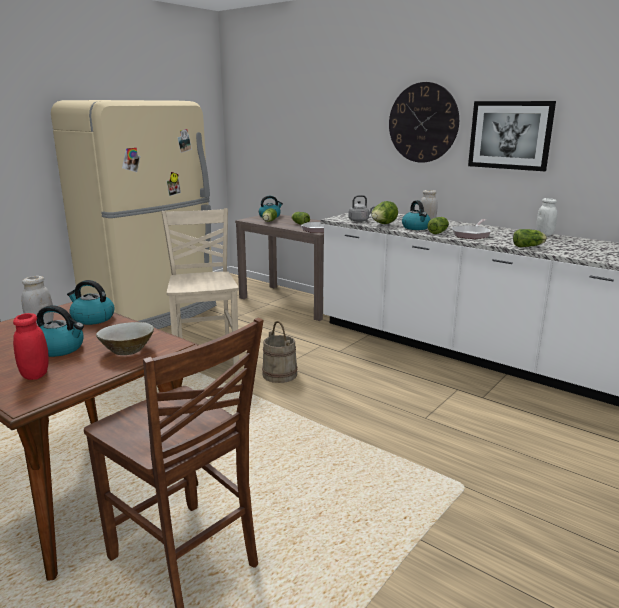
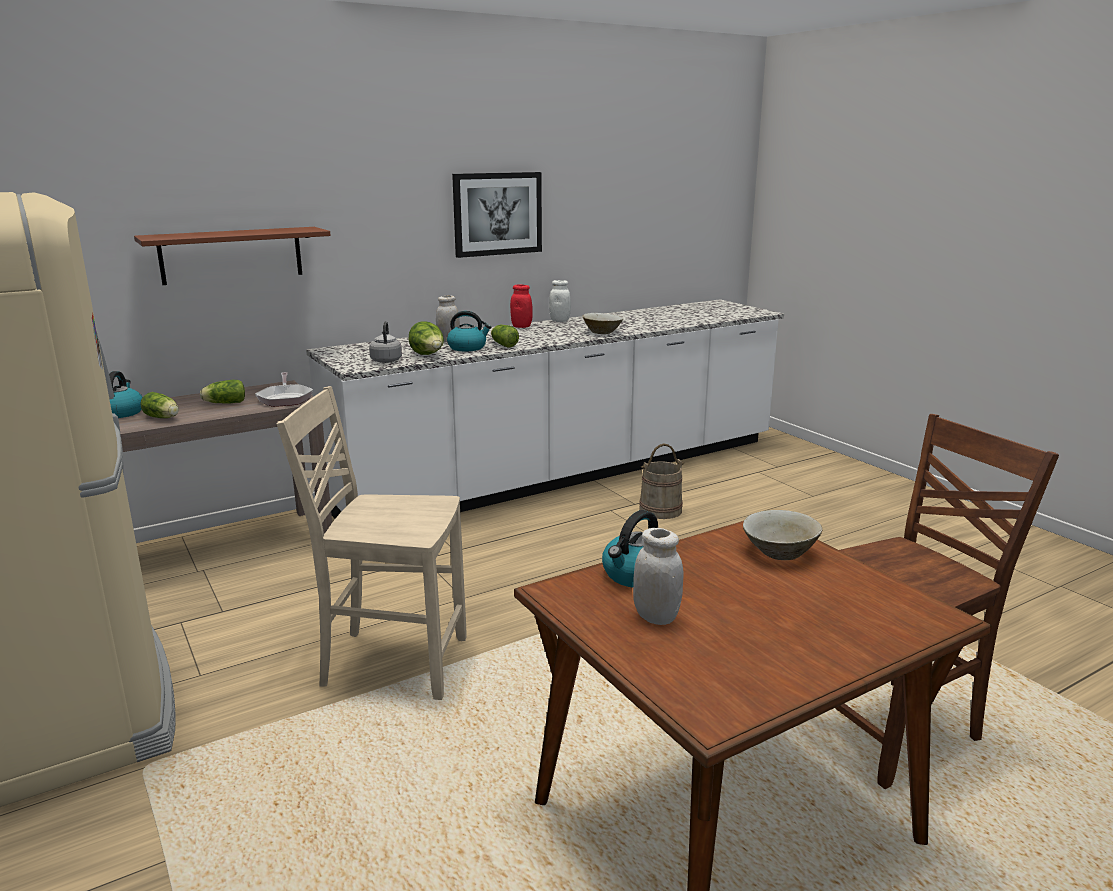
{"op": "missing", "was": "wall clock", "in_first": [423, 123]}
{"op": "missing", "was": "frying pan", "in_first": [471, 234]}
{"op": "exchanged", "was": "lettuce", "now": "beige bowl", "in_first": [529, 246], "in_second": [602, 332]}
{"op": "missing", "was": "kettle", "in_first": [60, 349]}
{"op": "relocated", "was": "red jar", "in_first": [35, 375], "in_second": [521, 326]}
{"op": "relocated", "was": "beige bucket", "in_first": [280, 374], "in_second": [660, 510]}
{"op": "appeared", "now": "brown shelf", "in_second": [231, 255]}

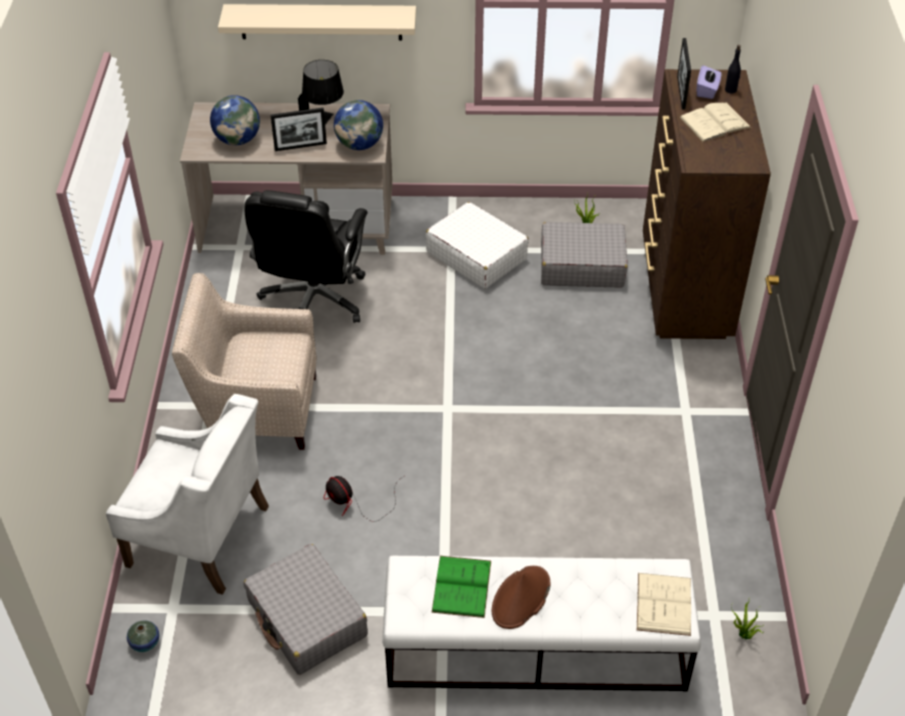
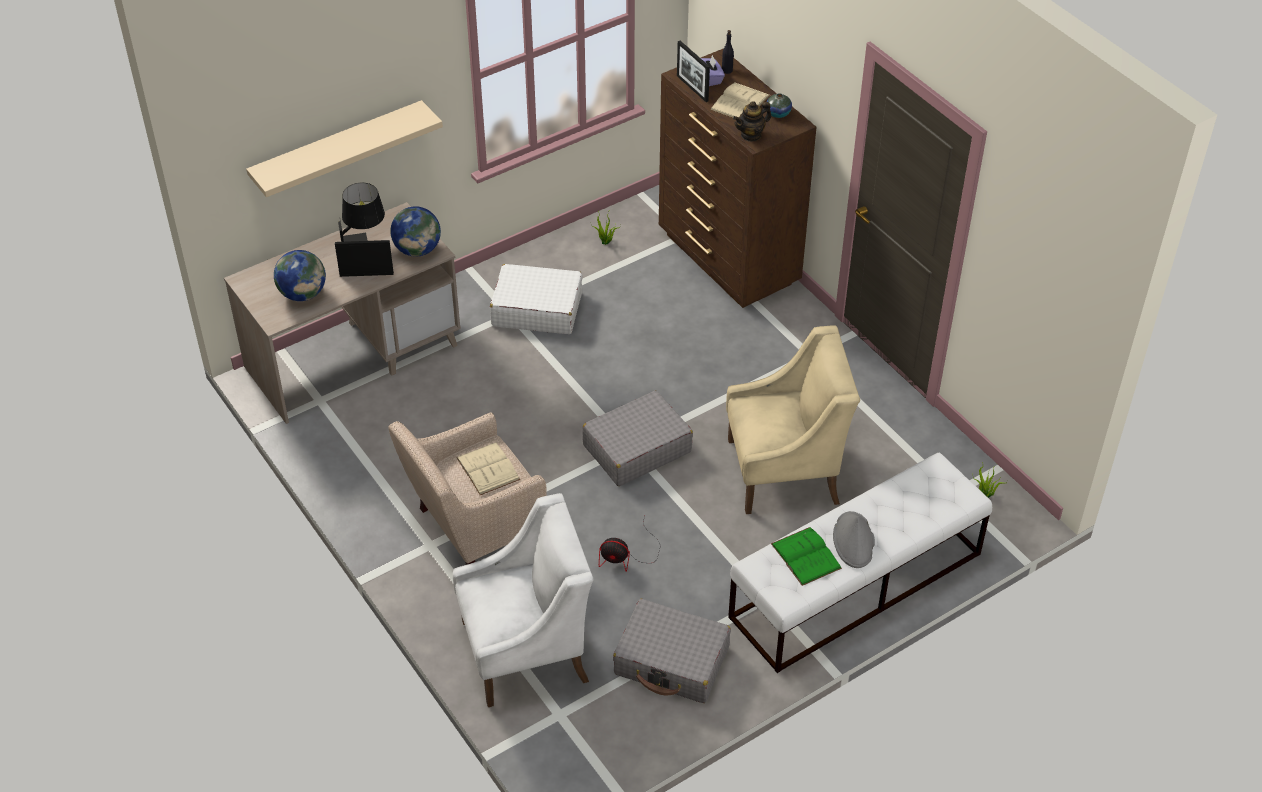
{"op": "spun", "was": "picture frame", "in_first": [300, 146], "in_second": [366, 274], "clockwise": -135}
{"op": "missing", "was": "black office chair", "in_first": [314, 301]}
{"op": "relocated", "was": "grey suitcase", "in_first": [581, 265], "in_second": [636, 448]}
{"op": "colour", "was": "brown hat", "now": "grey hat", "in_first": [520, 598], "in_second": [853, 541]}
{"op": "relocated", "was": "beige book", "in_first": [664, 604], "in_second": [488, 468]}
{"op": "relocated", "was": "vase", "in_first": [145, 642], "in_second": [778, 113]}
{"op": "appeared", "now": "teapot", "in_second": [751, 135]}
{"op": "appeared", "now": "beige armchair", "in_second": [784, 471]}

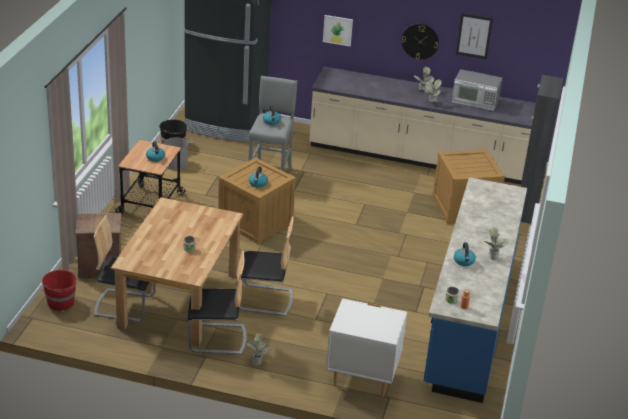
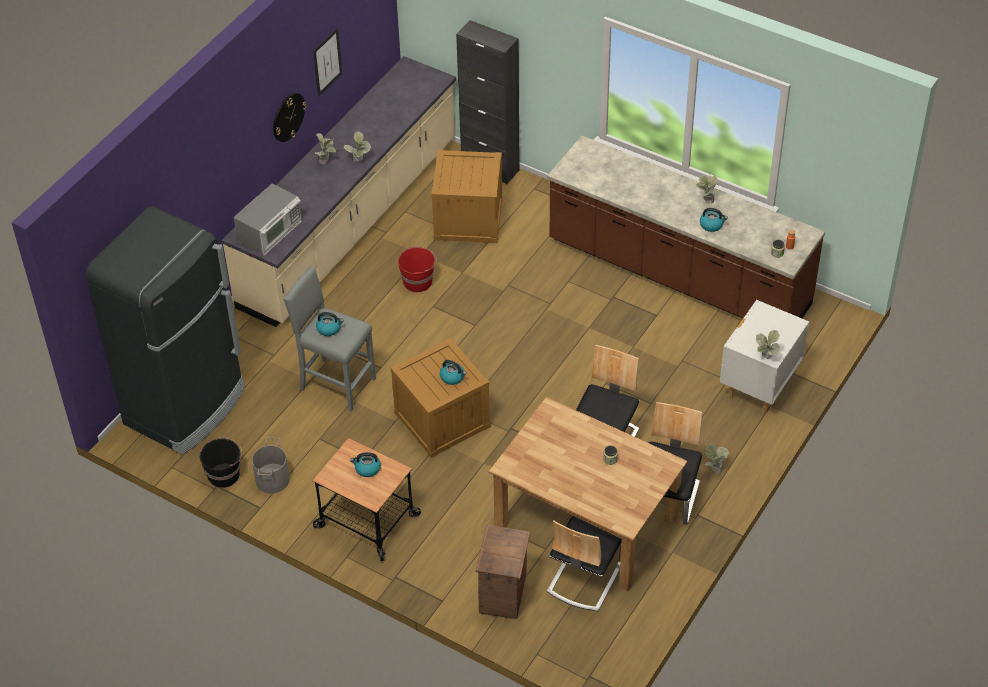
{"op": "missing", "was": "picture", "in_first": [337, 30]}
{"op": "relocated", "was": "microwave", "in_first": [475, 101], "in_second": [271, 231]}
{"op": "colour", "was": "blue counter", "now": "brown counter", "in_first": [469, 318], "in_second": [678, 275]}
{"op": "relocated", "was": "red bucket", "in_first": [61, 302], "in_second": [418, 281]}
{"op": "appeared", "now": "potted plant", "in_second": [765, 358]}

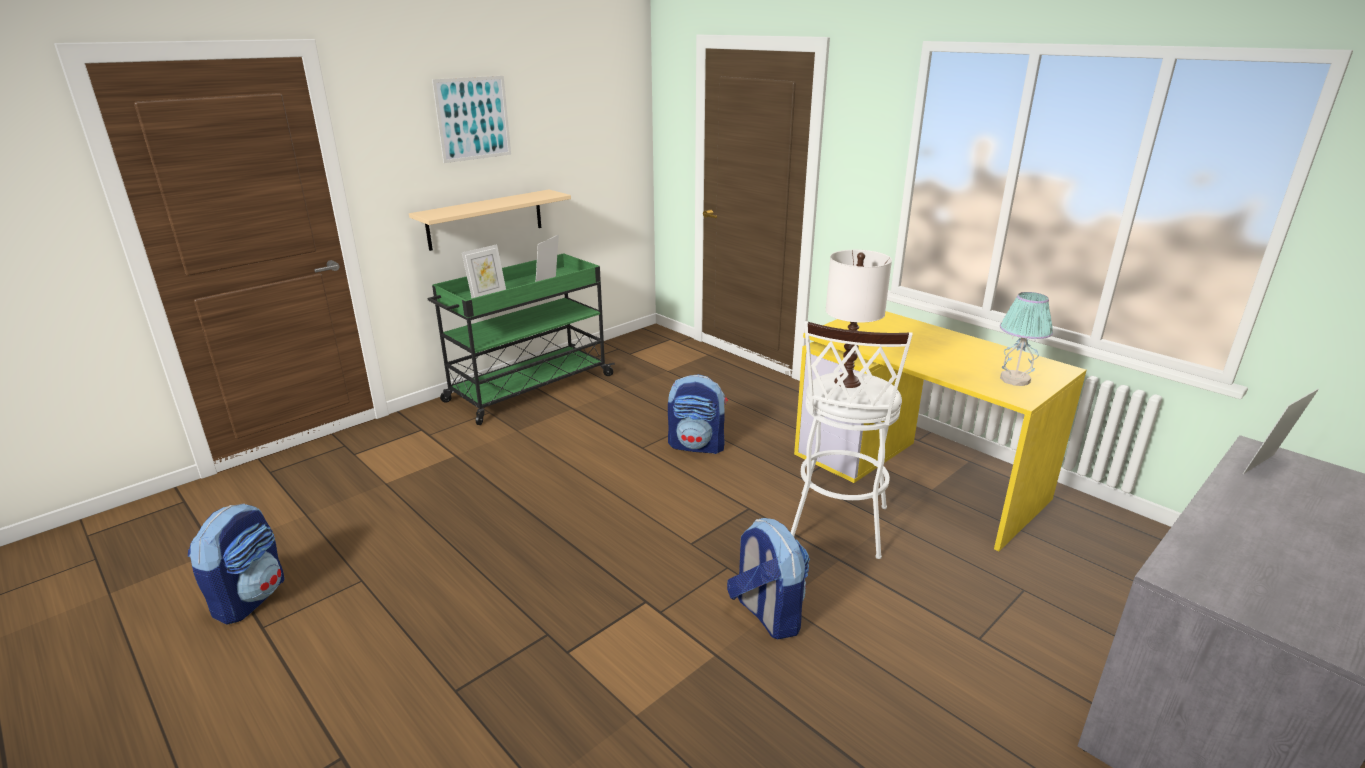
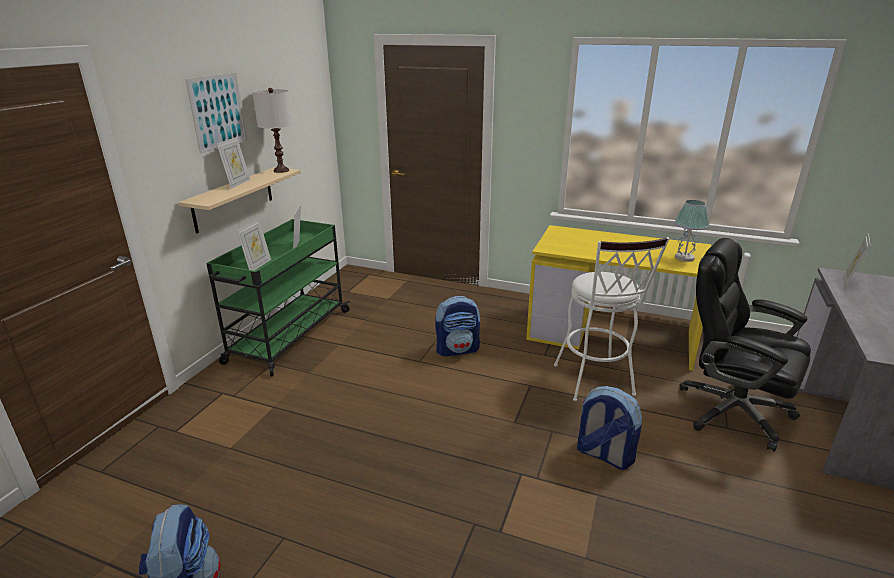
{"op": "relocated", "was": "white table lamp", "in_first": [847, 382], "in_second": [281, 170]}
{"op": "appeared", "now": "picture frame", "in_second": [237, 183]}
{"op": "appeared", "now": "black office chair", "in_second": [731, 411]}

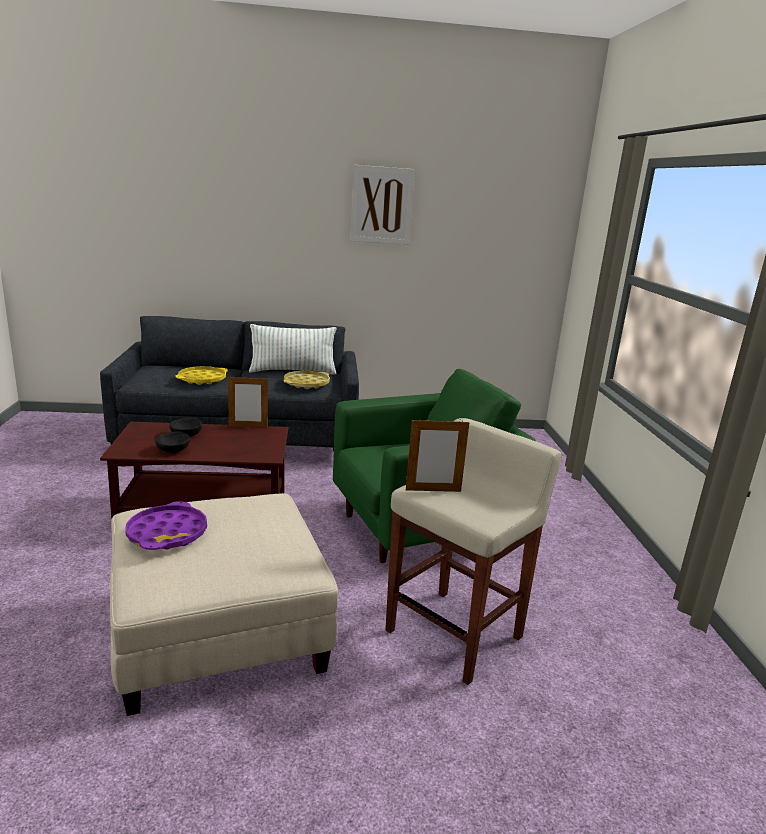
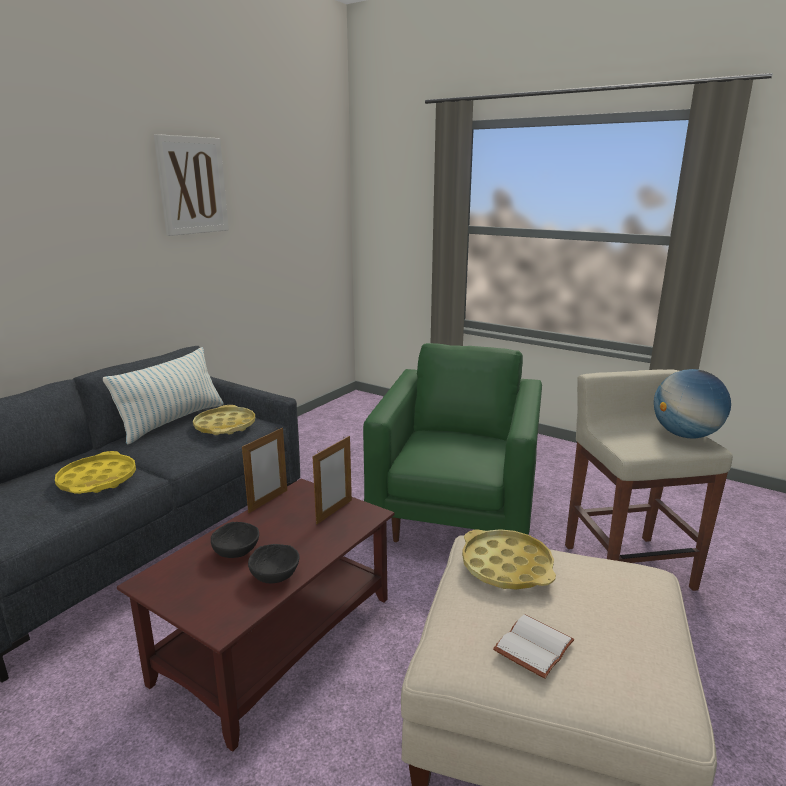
{"op": "relocated", "was": "picture frame", "in_first": [433, 490], "in_second": [334, 511]}
{"op": "exchanged", "was": "purple tray", "now": "white book", "in_first": [167, 533], "in_second": [532, 645]}
{"op": "appeared", "now": "globe", "in_second": [685, 435]}
{"op": "appeared", "now": "yellow tray", "in_second": [506, 566]}

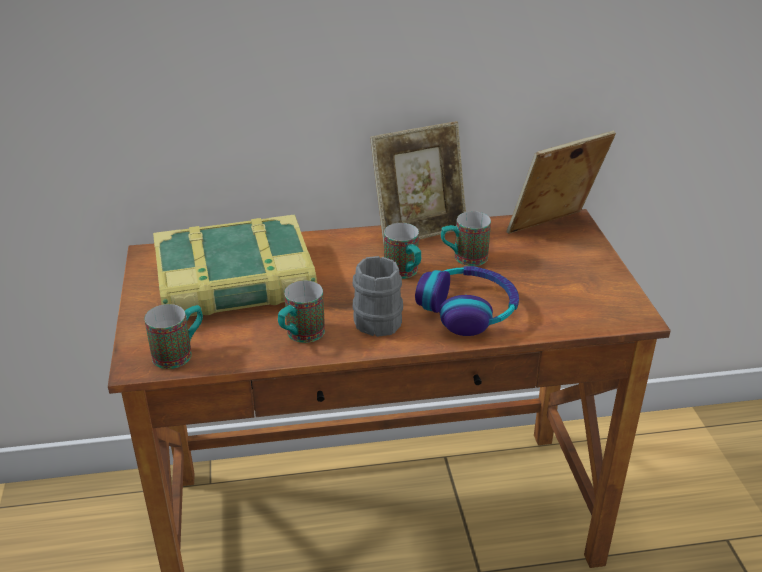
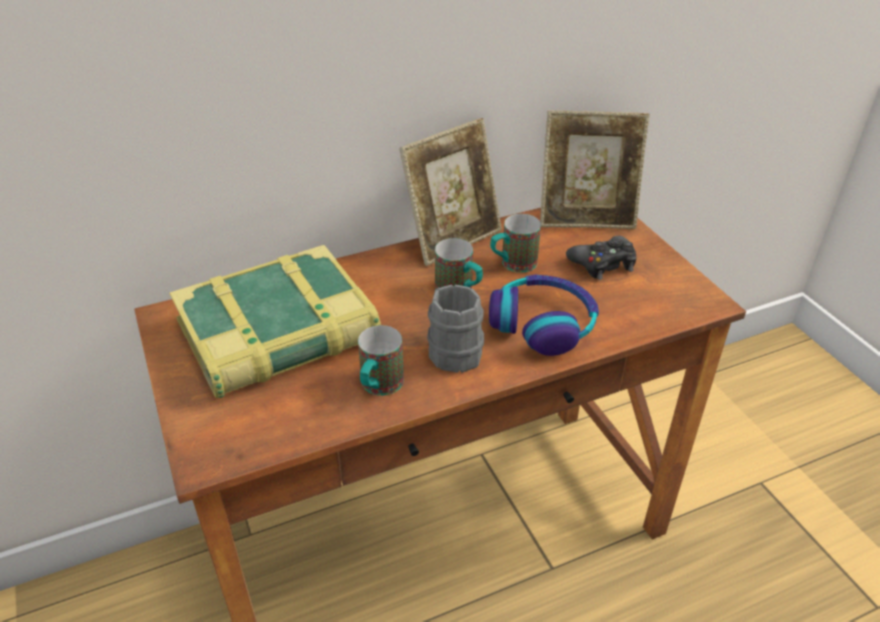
{"op": "spun", "was": "picture frame", "in_first": [553, 229], "in_second": [586, 218], "clockwise": -135}
{"op": "missing", "was": "mug", "in_first": [180, 353]}
{"op": "appeared", "now": "black game controller", "in_second": [603, 264]}

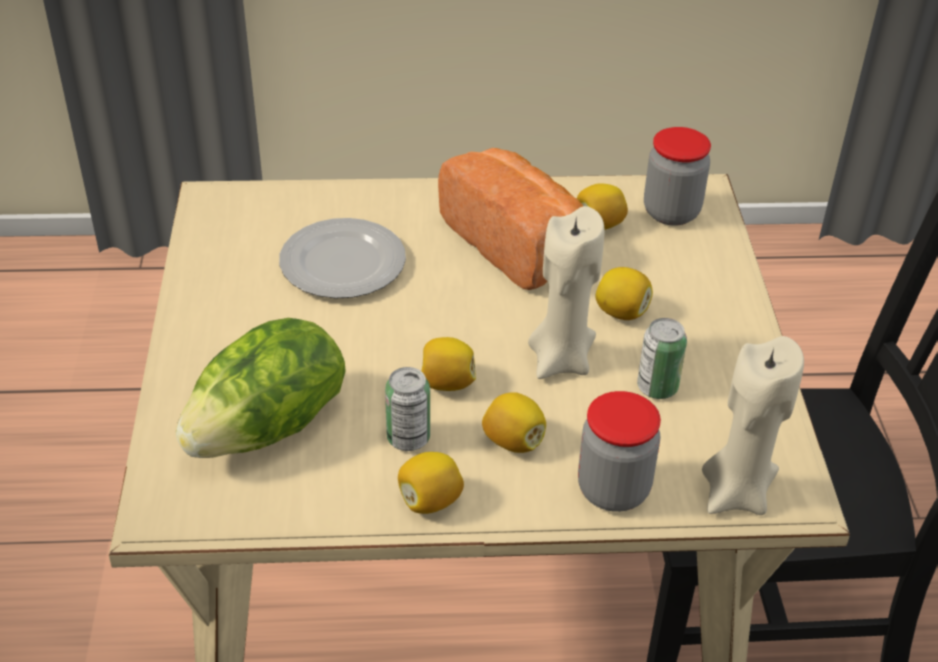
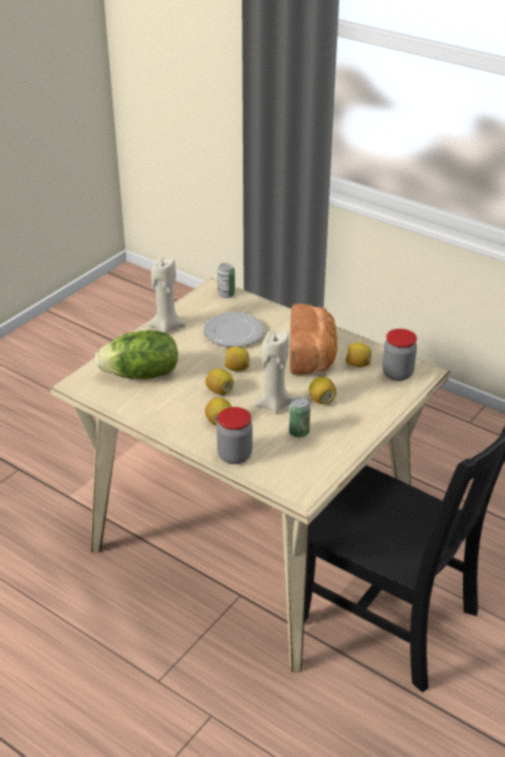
{"op": "relocated", "was": "beige candle", "in_first": [736, 493], "in_second": [166, 327]}
{"op": "relocated", "was": "can", "in_first": [408, 438], "in_second": [226, 294]}
{"op": "relocated", "was": "lemon", "in_first": [430, 501], "in_second": [236, 368]}

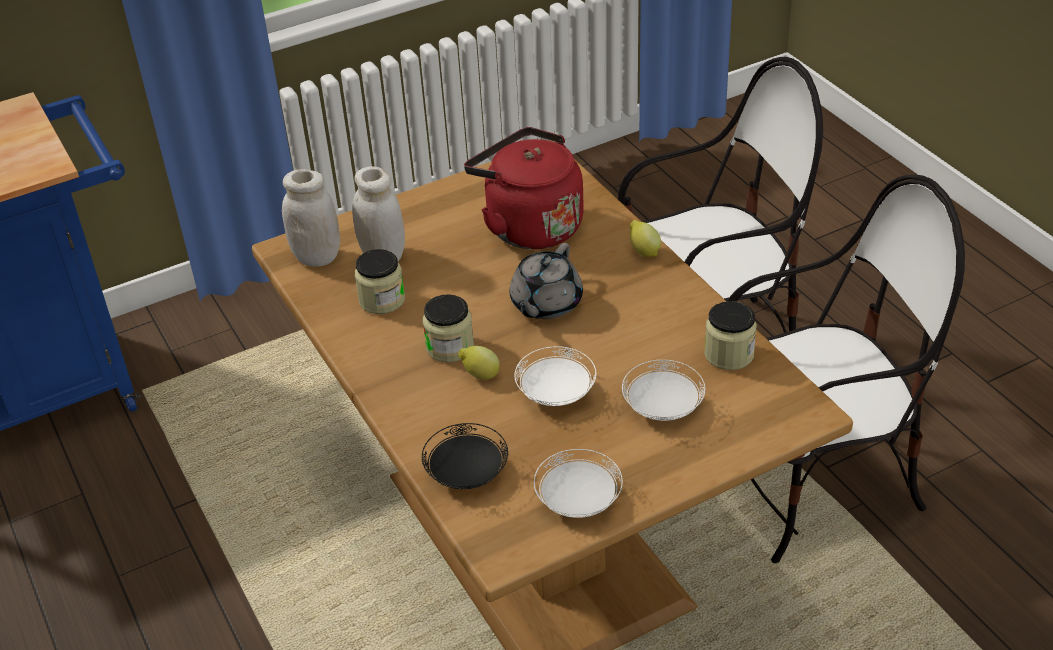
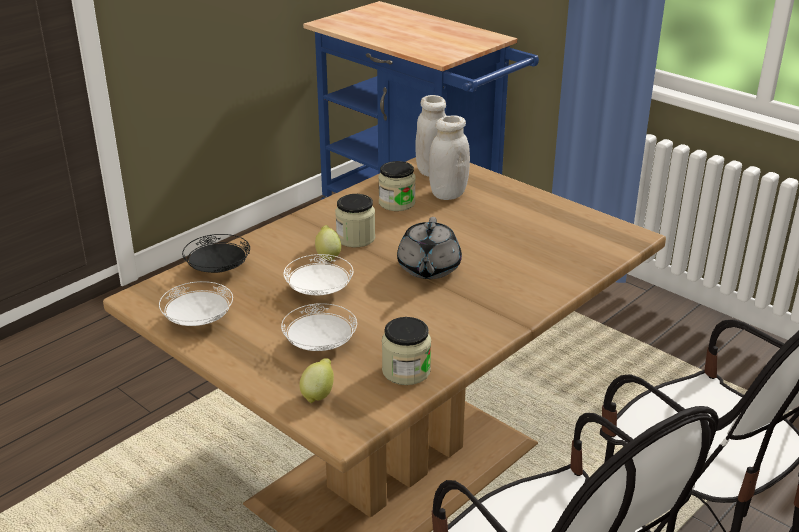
{"op": "missing", "was": "red kettle", "in_first": [529, 226]}
{"op": "relocated", "was": "lemon", "in_first": [643, 251], "in_second": [318, 394]}
{"op": "spun", "was": "grey teapot", "in_first": [545, 304], "in_second": [428, 269], "clockwise": -90}

